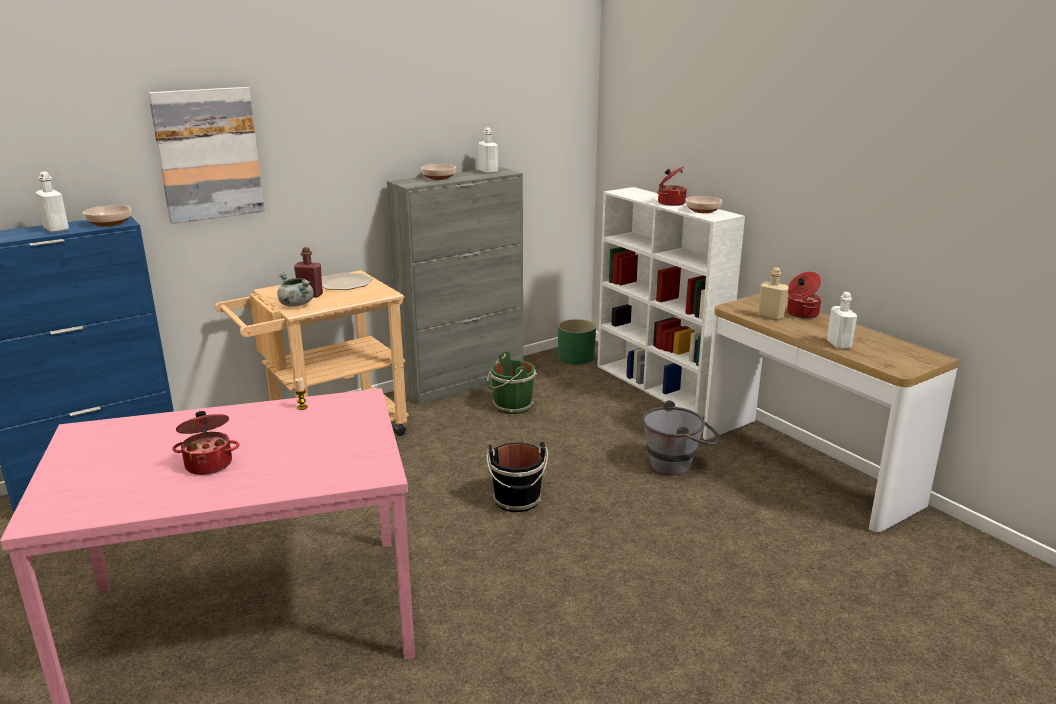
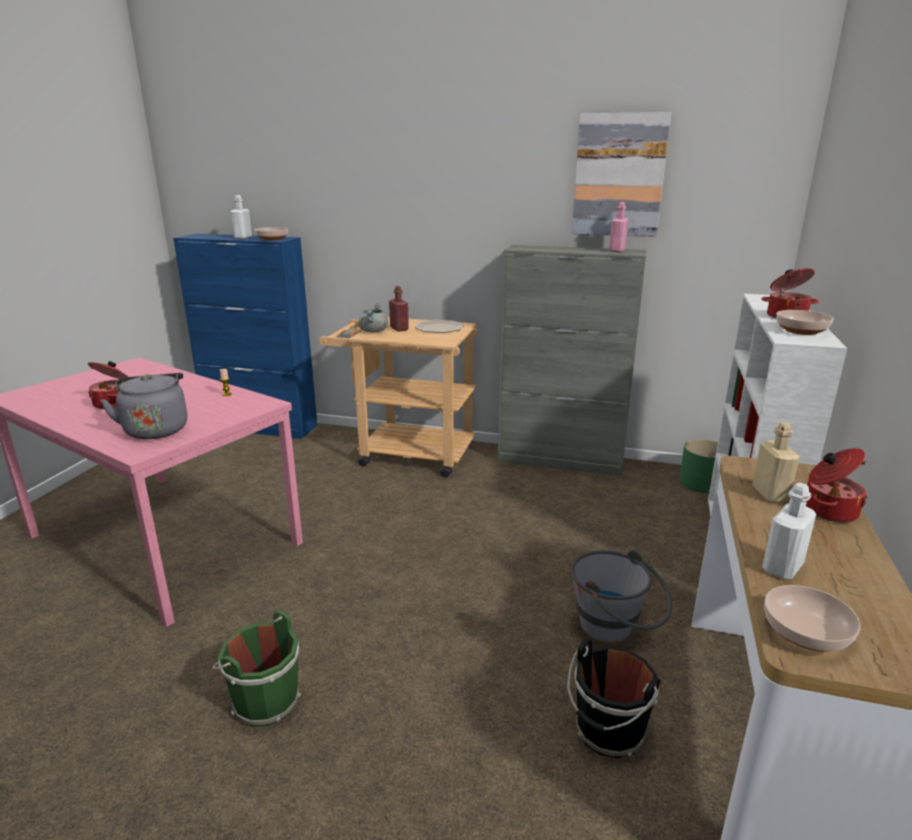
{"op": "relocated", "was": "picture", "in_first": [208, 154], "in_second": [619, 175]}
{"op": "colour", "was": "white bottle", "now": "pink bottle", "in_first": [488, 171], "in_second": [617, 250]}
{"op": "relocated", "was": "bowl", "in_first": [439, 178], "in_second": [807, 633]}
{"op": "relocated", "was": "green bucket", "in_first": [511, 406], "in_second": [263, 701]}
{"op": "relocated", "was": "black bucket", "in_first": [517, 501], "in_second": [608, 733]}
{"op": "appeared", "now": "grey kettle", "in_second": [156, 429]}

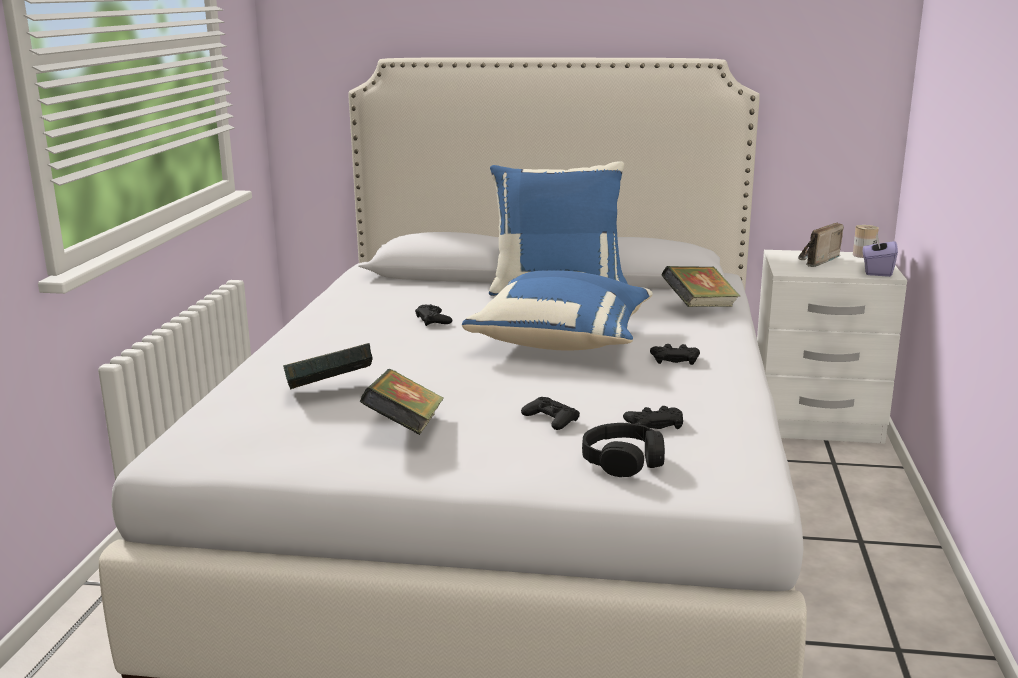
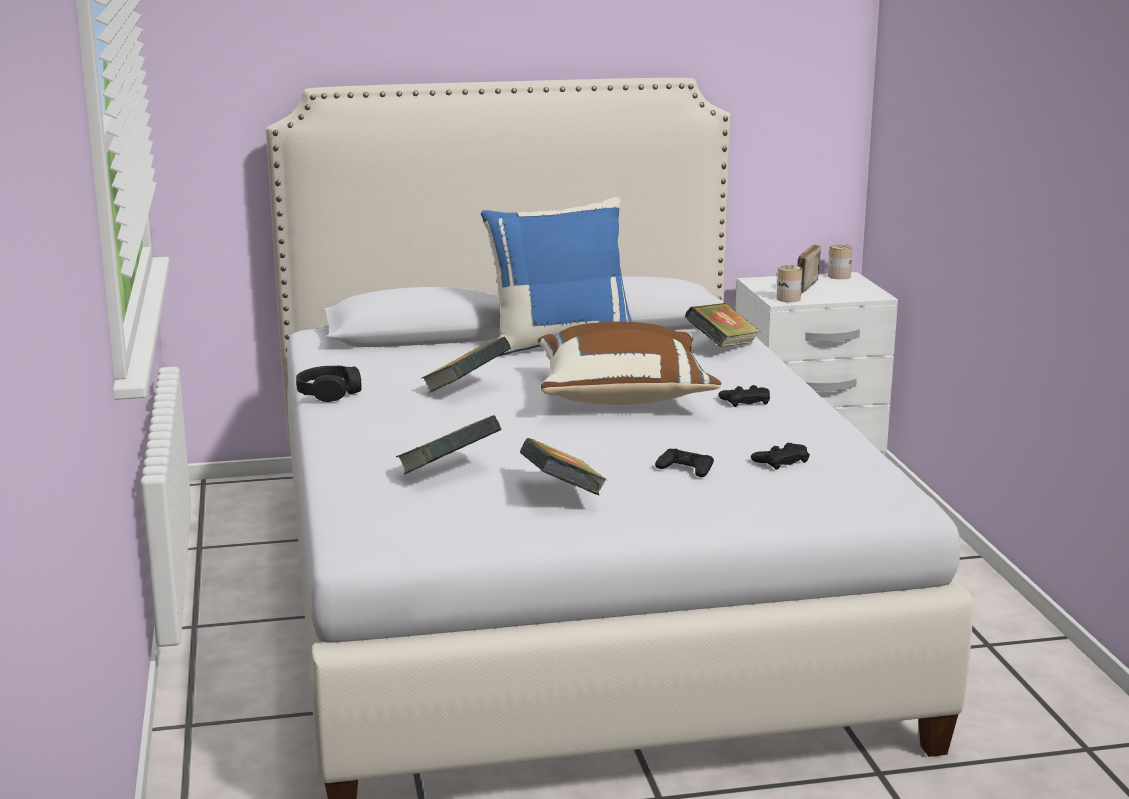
{"op": "missing", "was": "purple tissue box", "in_first": [877, 271]}
{"op": "colour", "was": "blue pillow", "now": "brown pillow", "in_first": [563, 341], "in_second": [623, 396]}
{"op": "exchanged", "was": "black game controller", "now": "book", "in_first": [433, 320], "in_second": [466, 388]}
{"op": "relocated", "was": "black headphones", "in_first": [623, 461], "in_second": [329, 393]}
{"op": "appeared", "now": "can", "in_second": [788, 299]}

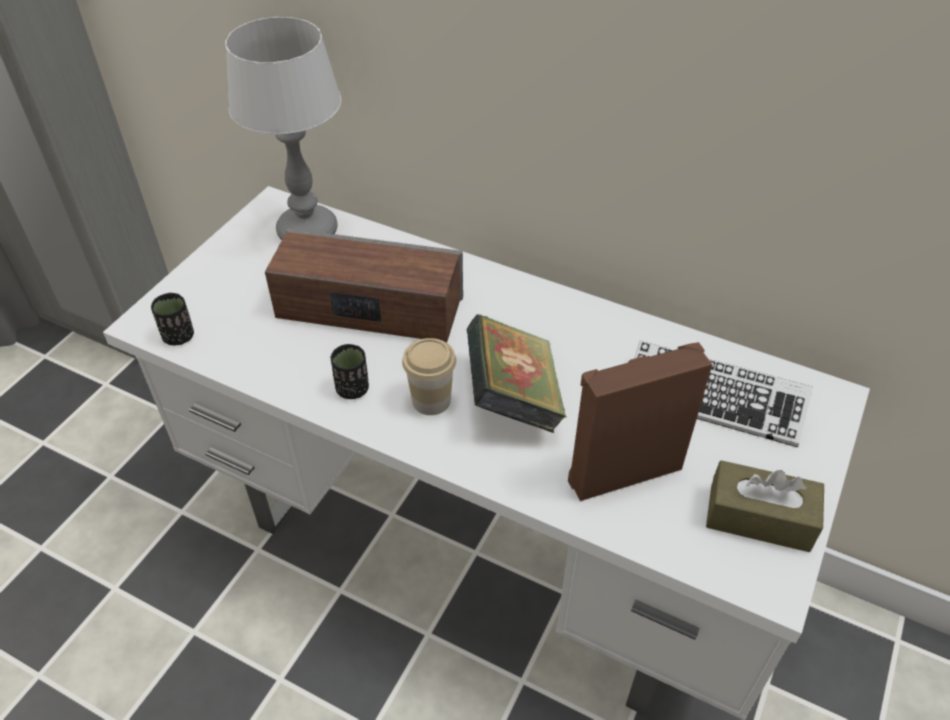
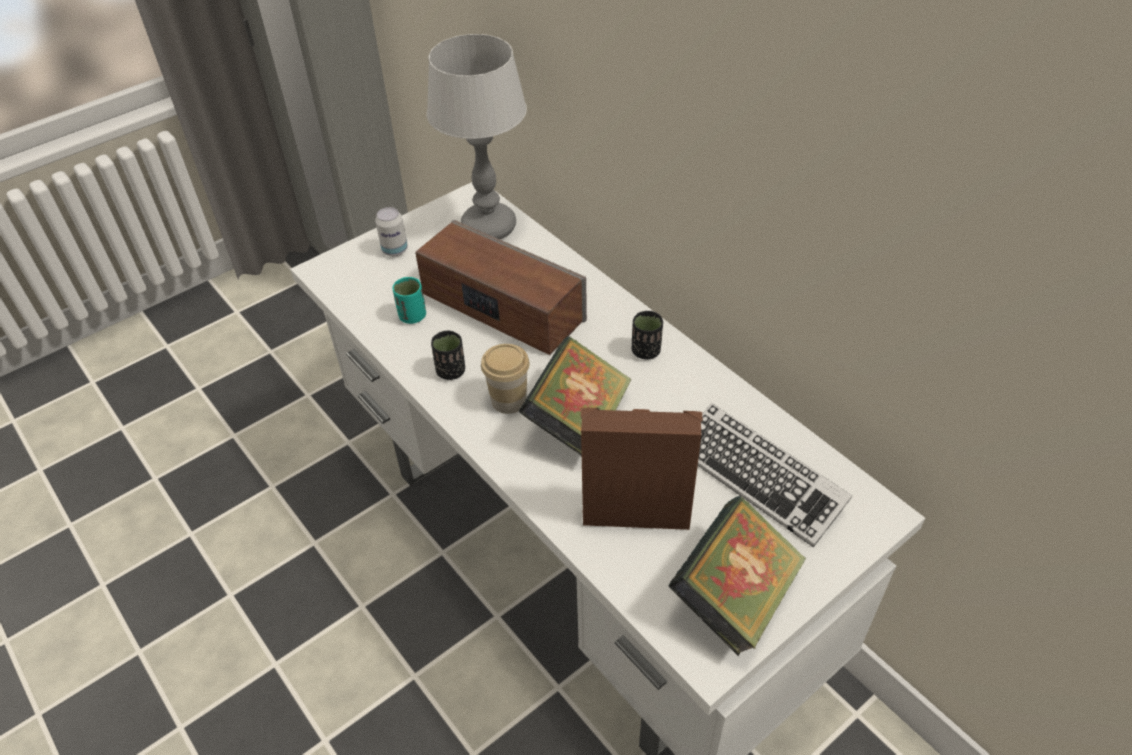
{"op": "relocated", "was": "black cup", "in_first": [179, 336], "in_second": [646, 351]}
{"op": "exchanged", "was": "brown tissue box", "now": "book", "in_first": [759, 518], "in_second": [734, 595]}
{"op": "appeared", "now": "can", "in_second": [395, 250]}
{"op": "appeared", "now": "turquoise cup", "in_second": [412, 316]}

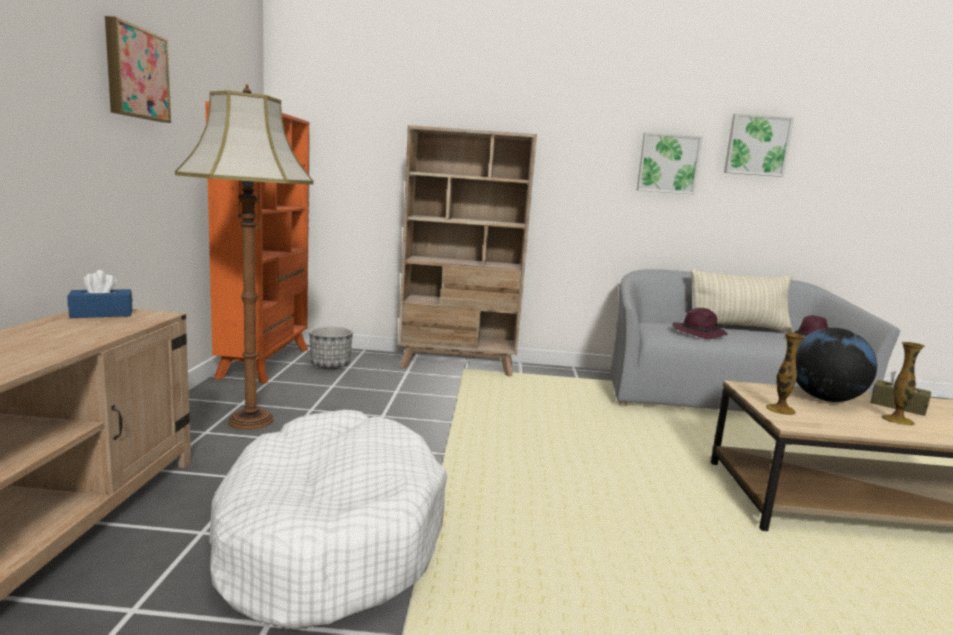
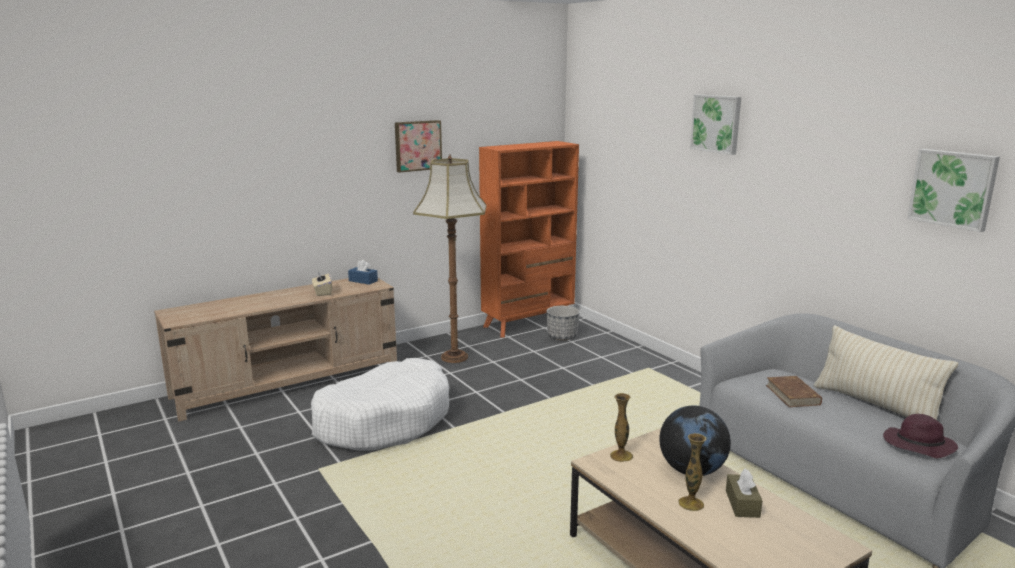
{"op": "missing", "was": "beige bookcase", "in_first": [458, 366]}
{"op": "relocated", "was": "picture", "in_first": [668, 163], "in_second": [716, 123]}
{"op": "exchanged", "was": "purple hat", "now": "brown book", "in_first": [699, 333], "in_second": [793, 395]}
{"op": "appeared", "now": "beige tissue box", "in_second": [322, 292]}

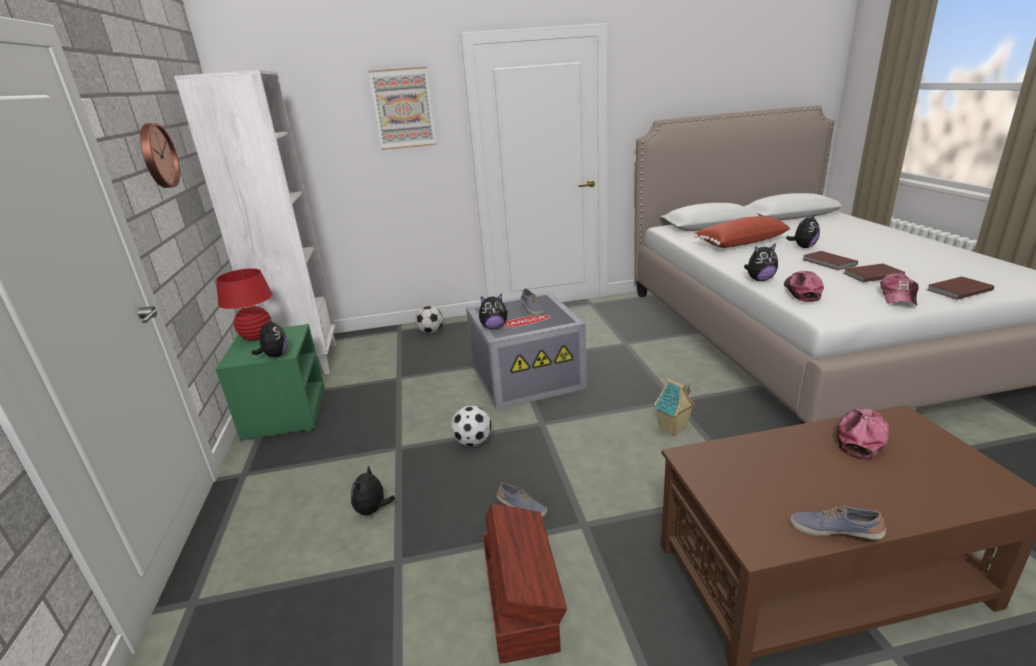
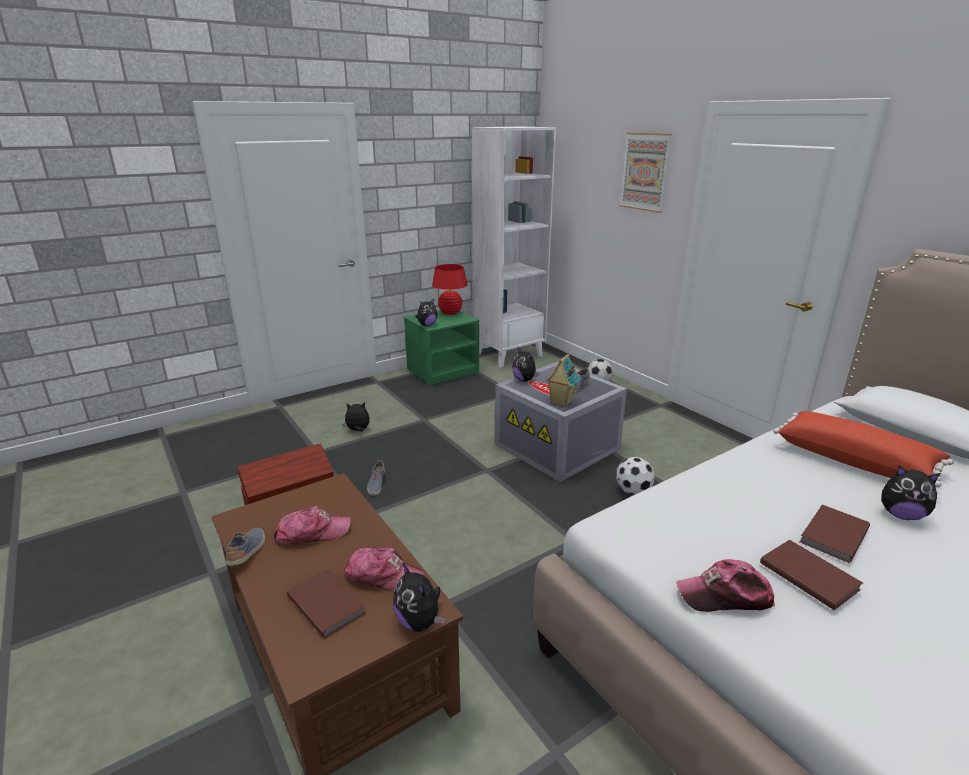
{"op": "missing", "was": "wall clock", "in_first": [156, 156]}
{"op": "relocated", "was": "plush toy", "in_first": [759, 280], "in_second": [420, 622]}
{"op": "relocated", "was": "cap", "in_first": [801, 291], "in_second": [312, 533]}
{"op": "relocated", "was": "brown book", "in_first": [957, 290], "in_second": [327, 603]}
{"op": "relocated", "was": "toy house", "in_first": [673, 429], "in_second": [561, 402]}
{"op": "relocated", "was": "football", "in_first": [473, 442], "in_second": [633, 490]}

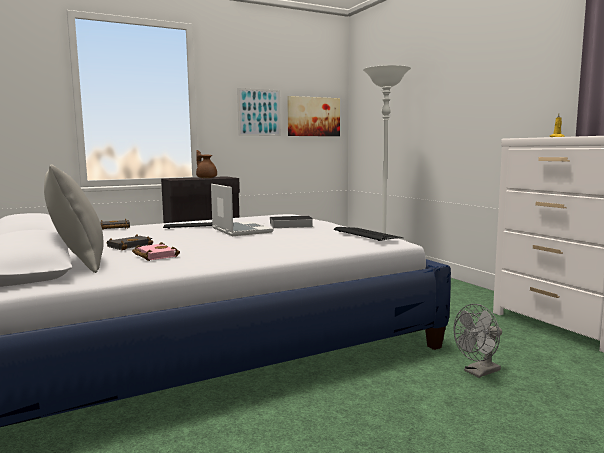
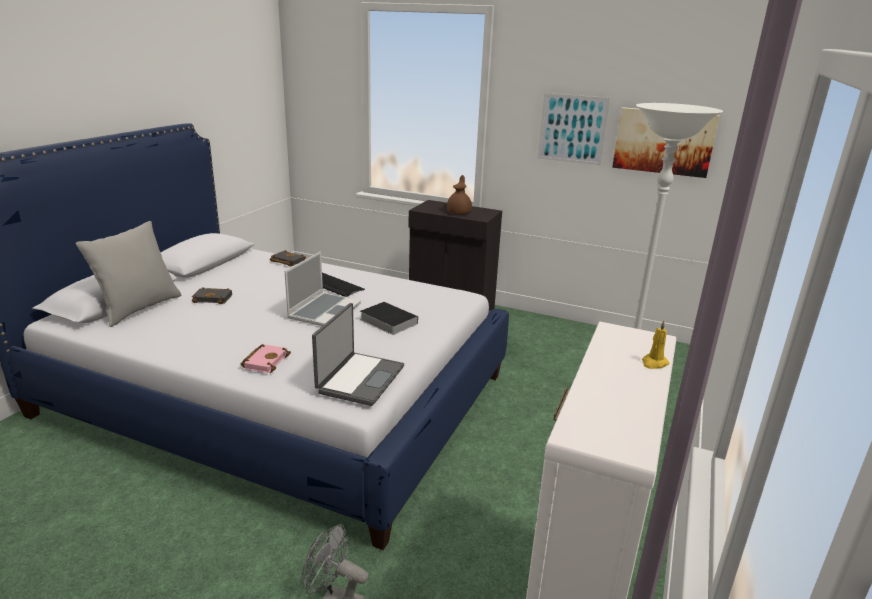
{"op": "exchanged", "was": "keyboard", "now": "laptop", "in_first": [366, 235], "in_second": [359, 379]}
{"op": "relocated", "was": "pink book", "in_first": [153, 256], "in_second": [265, 361]}

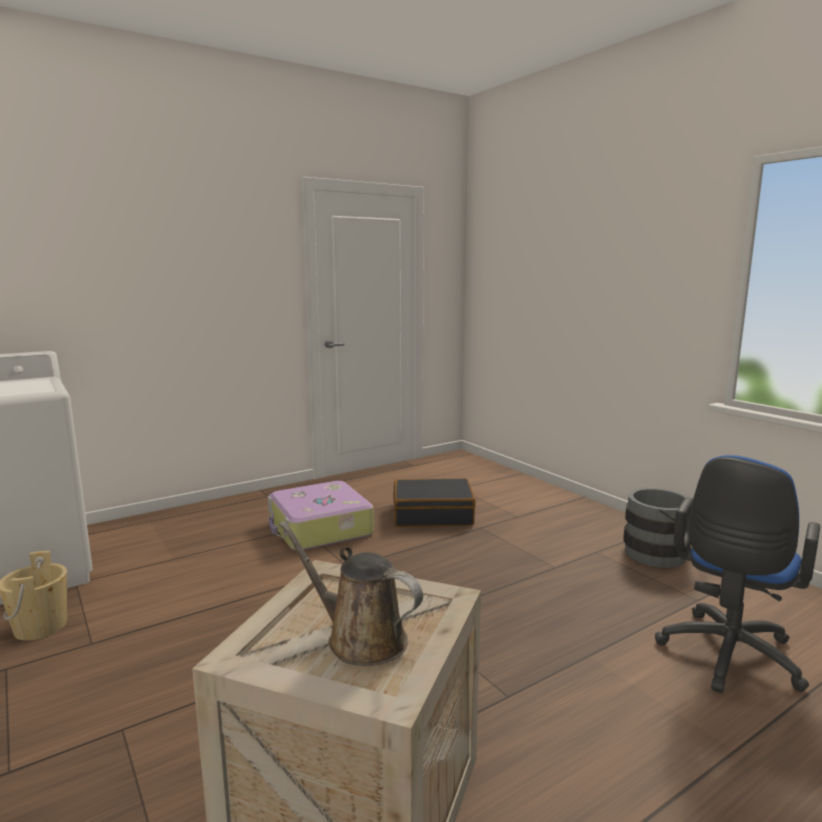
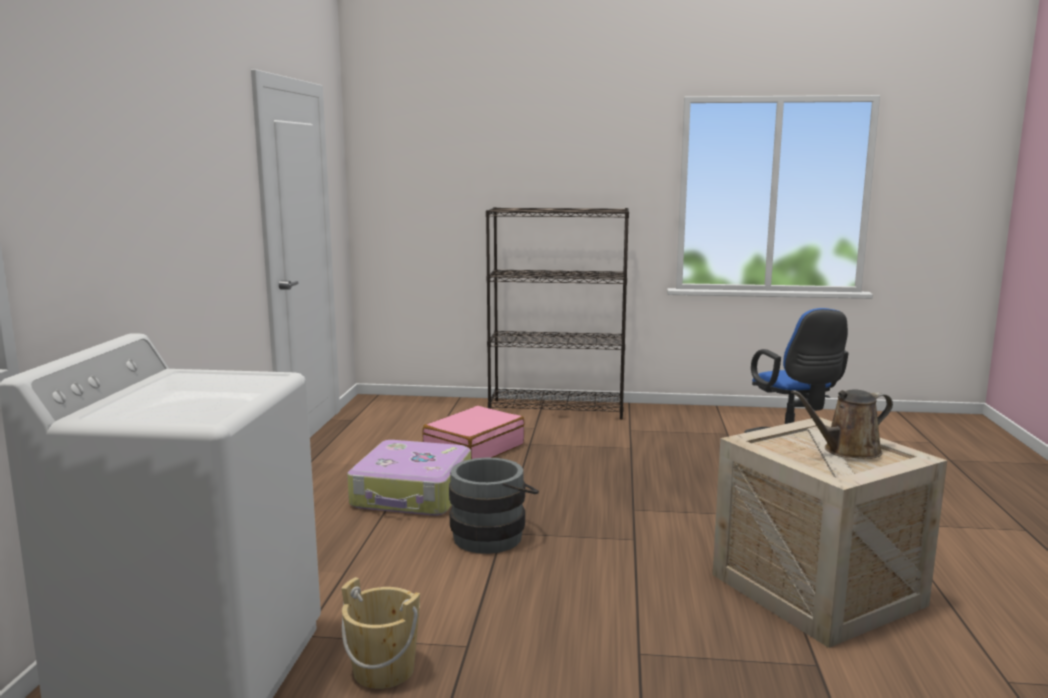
{"op": "colour", "was": "black suitcase", "now": "pink suitcase", "in_first": [432, 514], "in_second": [474, 449]}
{"op": "relocated", "was": "grey bucket", "in_first": [661, 554], "in_second": [493, 535]}
{"op": "appeared", "now": "black bookcase", "in_second": [557, 409]}

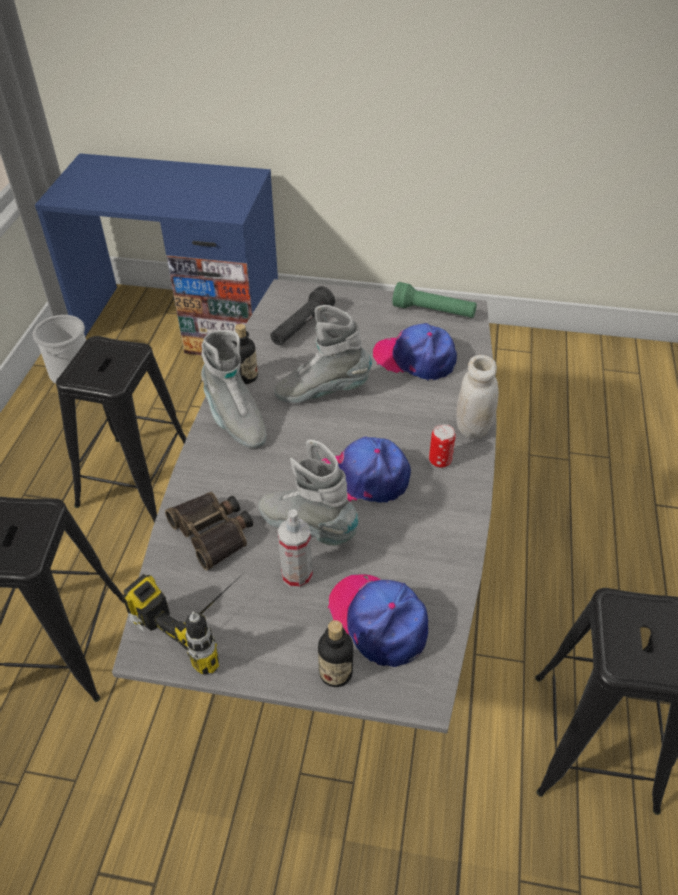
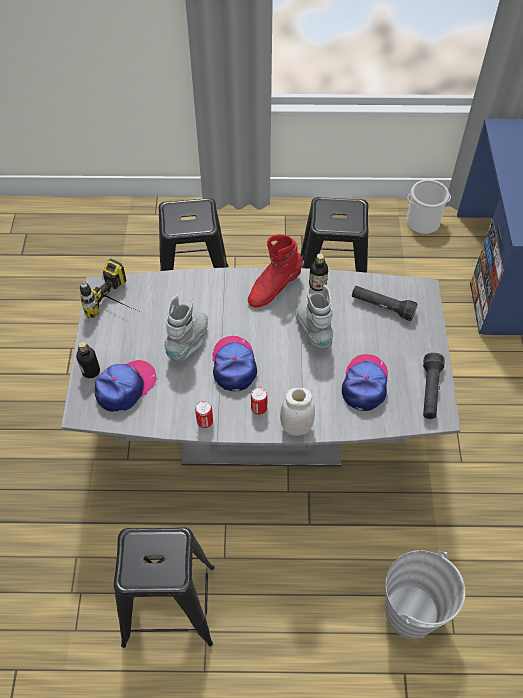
{"op": "colour", "was": "green flashlight", "now": "black flashlight", "in_first": [433, 312], "in_second": [430, 391]}
{"op": "colour", "was": "grey boot", "now": "red boot", "in_first": [235, 420], "in_second": [273, 288]}
{"op": "missing", "was": "binoculars", "in_first": [214, 532]}
{"op": "missing", "was": "spray bottle", "in_first": [297, 575]}
{"op": "appeared", "now": "can", "in_second": [205, 422]}
{"op": "appeared", "now": "grey bucket", "in_second": [411, 613]}

